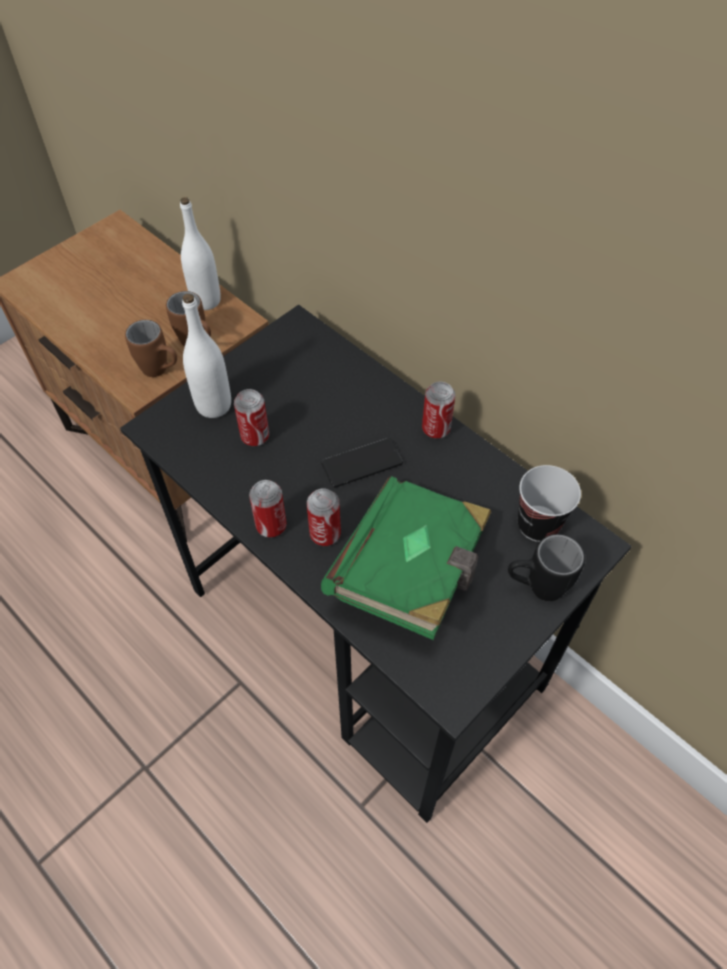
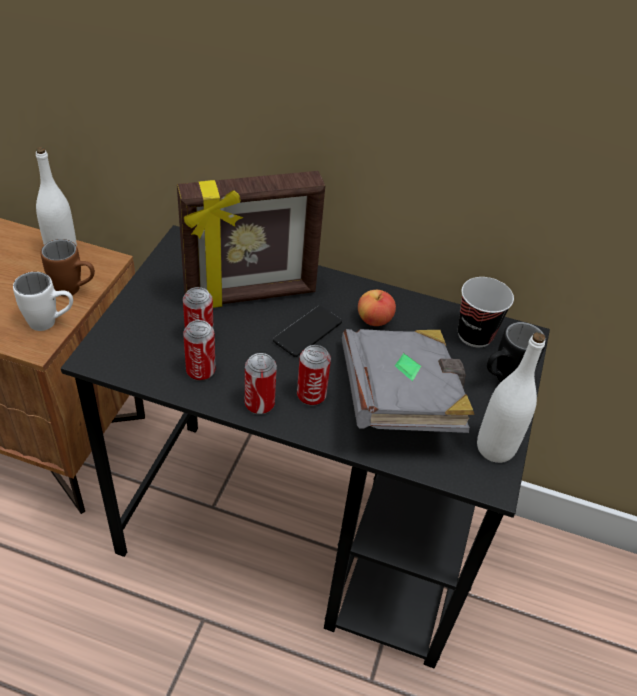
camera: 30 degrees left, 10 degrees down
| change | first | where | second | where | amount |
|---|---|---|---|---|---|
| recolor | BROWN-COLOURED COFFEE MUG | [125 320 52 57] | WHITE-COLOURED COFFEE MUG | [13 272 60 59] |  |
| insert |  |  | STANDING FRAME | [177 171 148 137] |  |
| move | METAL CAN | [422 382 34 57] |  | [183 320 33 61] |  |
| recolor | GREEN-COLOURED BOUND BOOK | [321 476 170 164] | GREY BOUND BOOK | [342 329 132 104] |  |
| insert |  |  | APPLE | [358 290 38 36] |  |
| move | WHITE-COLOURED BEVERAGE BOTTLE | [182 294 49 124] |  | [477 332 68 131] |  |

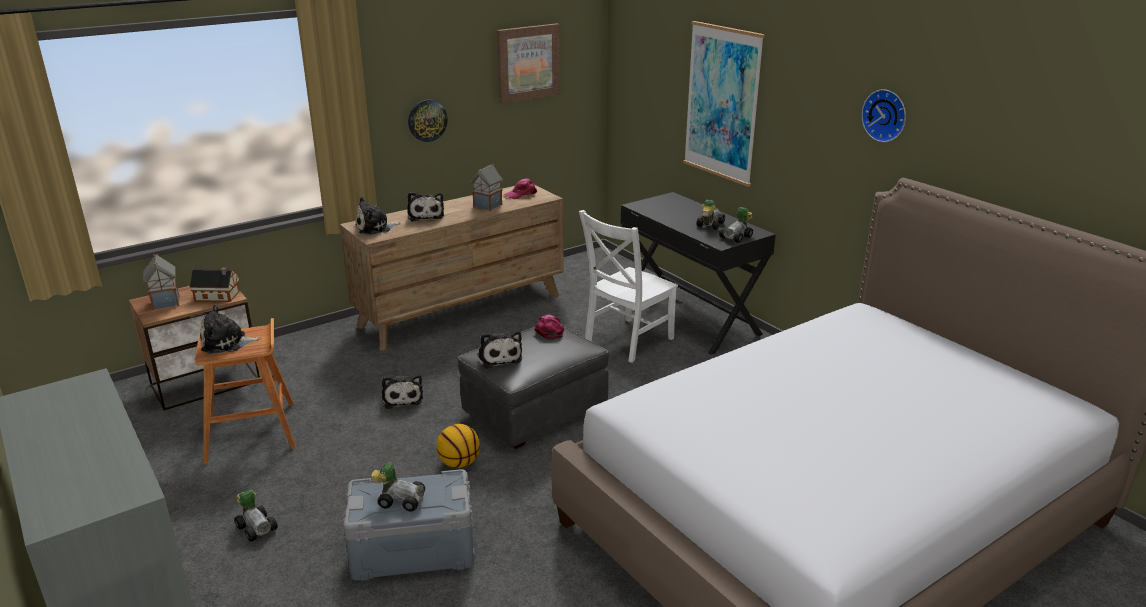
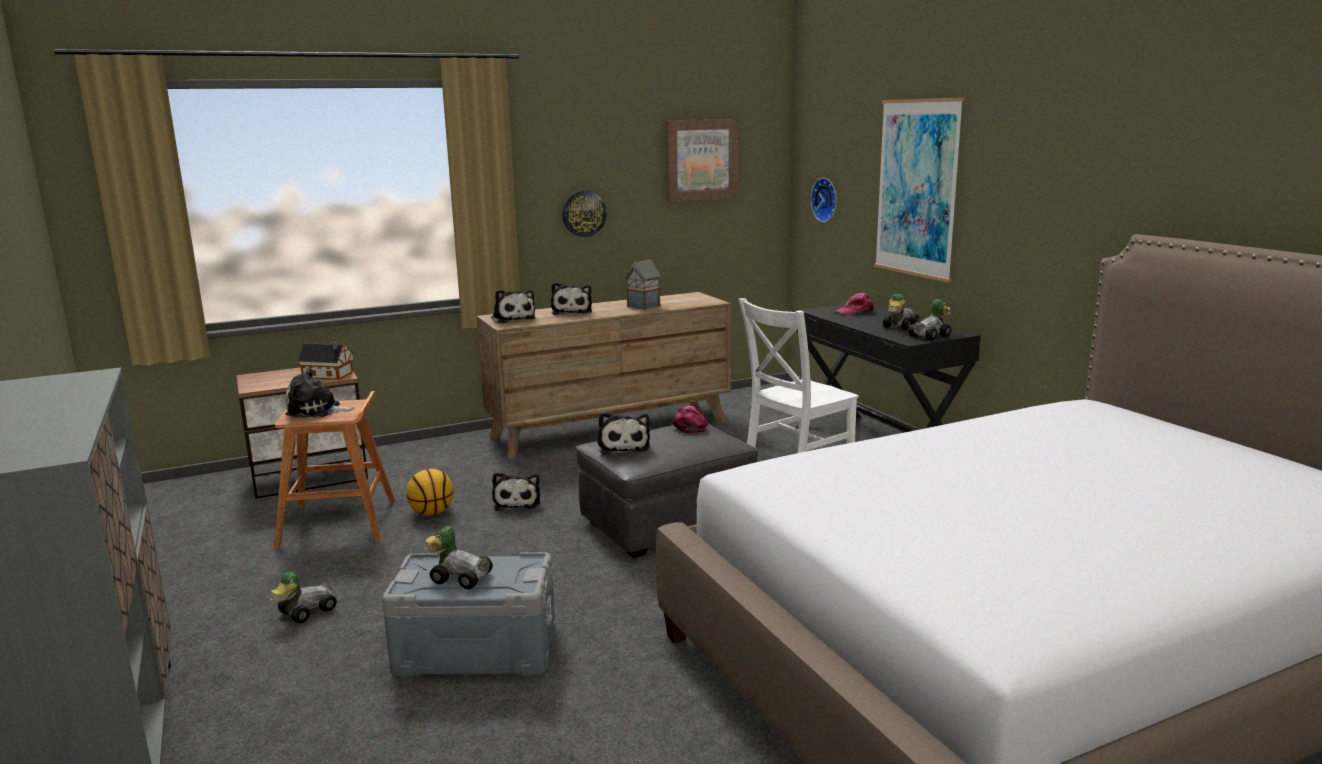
camera: 10 degrees right, 10 degrees down
| change | first | where | second | where | amount |
|---|---|---|---|---|---|
| rotate | MINIATURE CAR | [234 489 44 53] |  | [270 572 67 51] | 105 degrees counterclockwise |
| move | BASKETBALL BALL | [437 424 43 44] |  | [406 469 47 47] |  |
| rotate | PLUSH TOY | [355 197 46 38] |  | [491 289 45 34] | 105 degrees counterclockwise |
| move | WALL CLOCK | [861 89 45 53] |  | [811 178 26 44] |  |
| move | PINK-COLOURED CAP | [504 178 33 21] |  | [836 292 38 23] |  |
| delete | MODEL HOUSE | [143 254 37 56] |  |  |  |

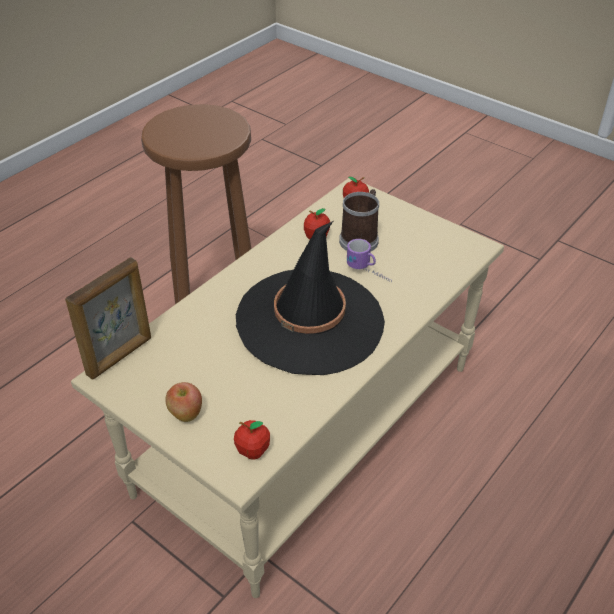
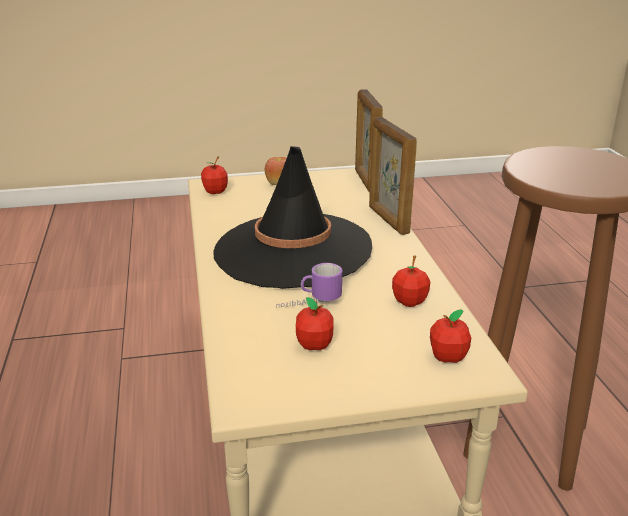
camera: 130 degrees right, 15 degrees down
| change | first | where | second | where | amount |
|---|---|---|---|---|---|
| insert |  |  | APPLE | [296 297 38 53] |  |
| insert |  |  | STANDING FRAME | [369 117 48 118] |  |
| delete | COFFEE MUG | [339 189 40 62] |  |  |  |

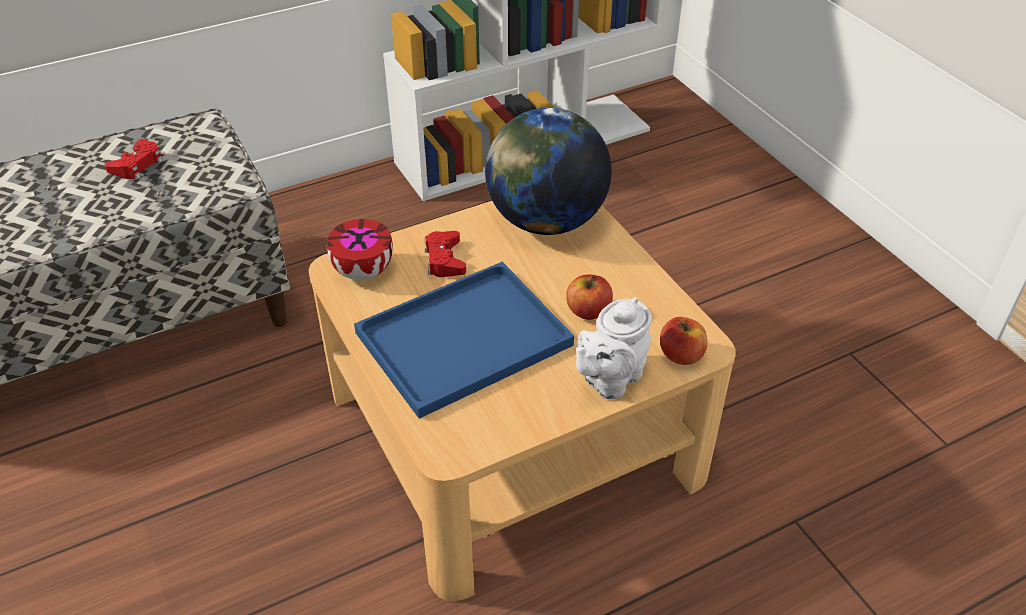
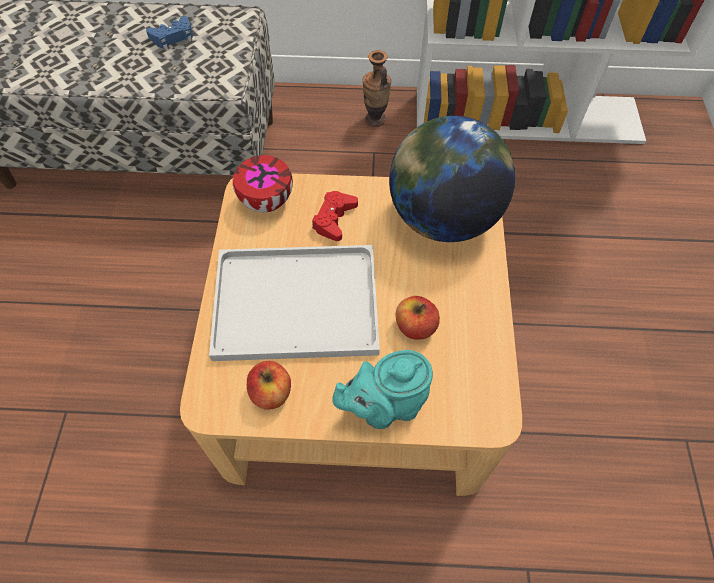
camera: 30 degrees right, 15 degrees up
| change | first | where | second | where | amount |
|---|---|---|---|---|---|
| recolor | REDDISH JOYPAD | [105 139 58 40] | BLUISH JOYPAD | [146 16 47 34] |  |
| recolor | BLUISH SERVING TRAY | [354 262 220 157] | WHITE-COLOURED SERVING TRAY | [209 245 171 116] |  |
| move | APPLE | [660 317 47 48] |  | [247 361 44 49] |  |
| recolor | WHITE-COLOURED TEA POT | [576 297 76 102] | TURQUOISE TEA POT | [332 350 101 79] |  |
| insert |  |  | VASE | [362 50 29 77] |  |

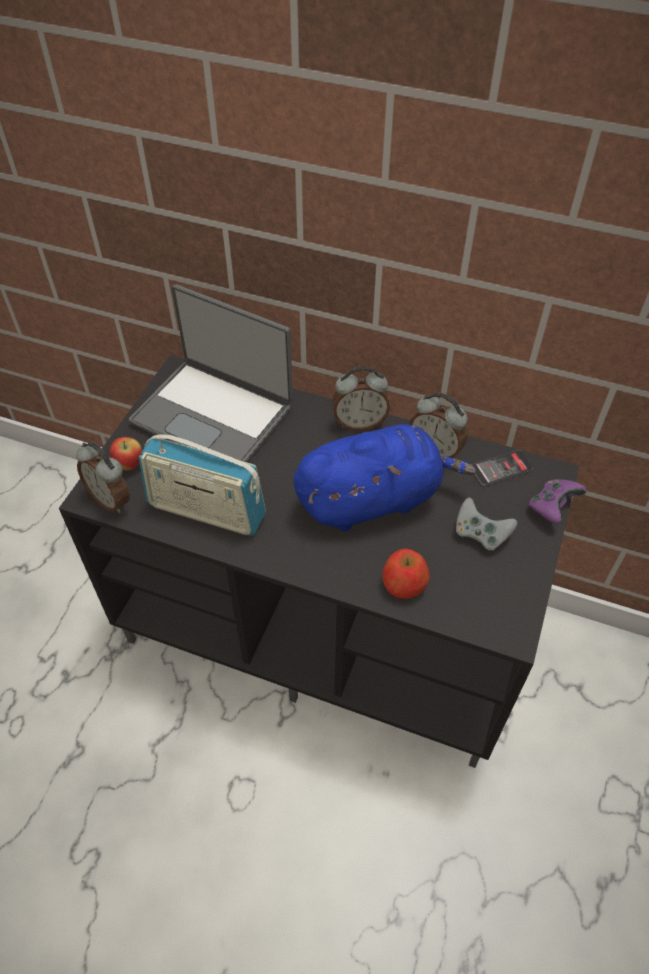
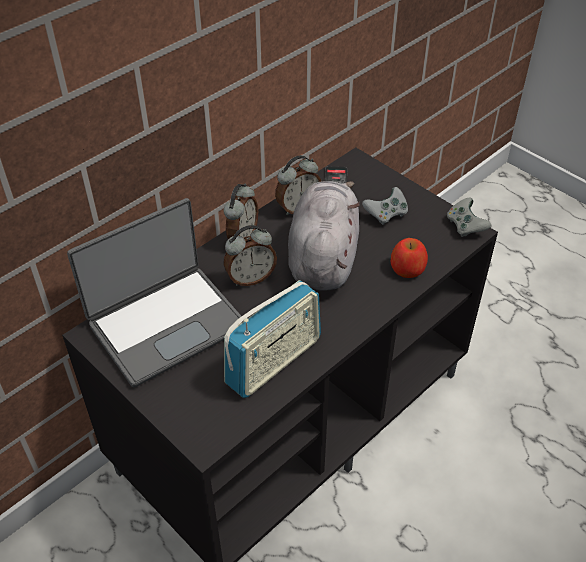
camera: 65 degrees left, 5 degrees down
| change | first | where | second | where | amount |
|---|---|---|---|---|---|
| move | BEDSIDE CLOCK | [76 442 54 71] |  | [223 225 54 61] |  |
| recolor | BLUISH PLUSH TOY | [293 424 183 107] | GREY PLUSH TOY | [288 181 72 110] |  |
| insert |  |  | GREY JOYPAD | [447 198 44 39] |  |
| delete | APPLE | [110 437 32 33] |  |  |  |
| delete | PURPLISH JOYPAD | [529 479 58 45] |  |  |  |

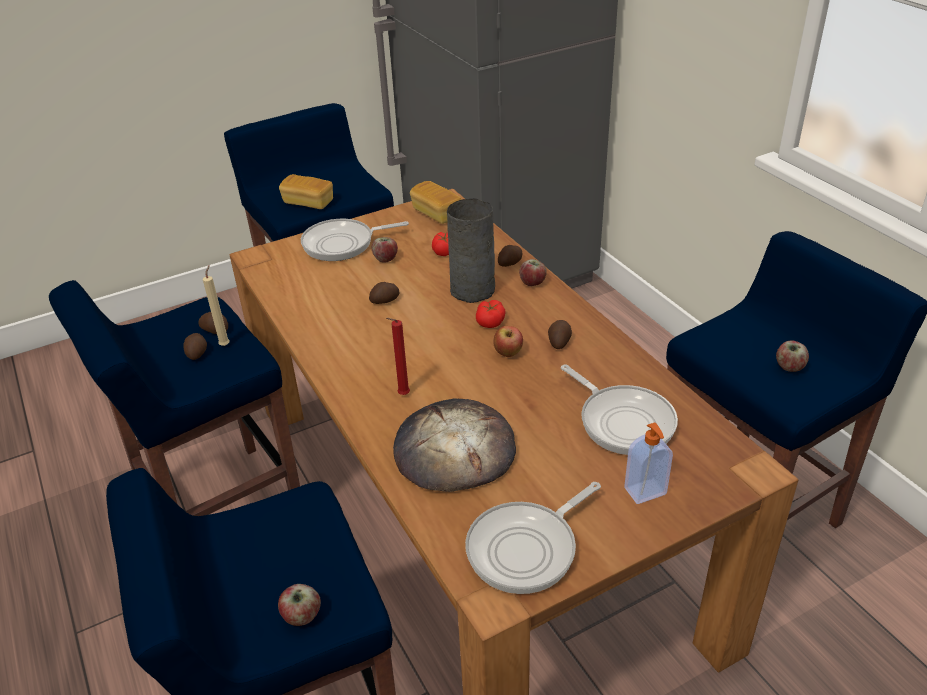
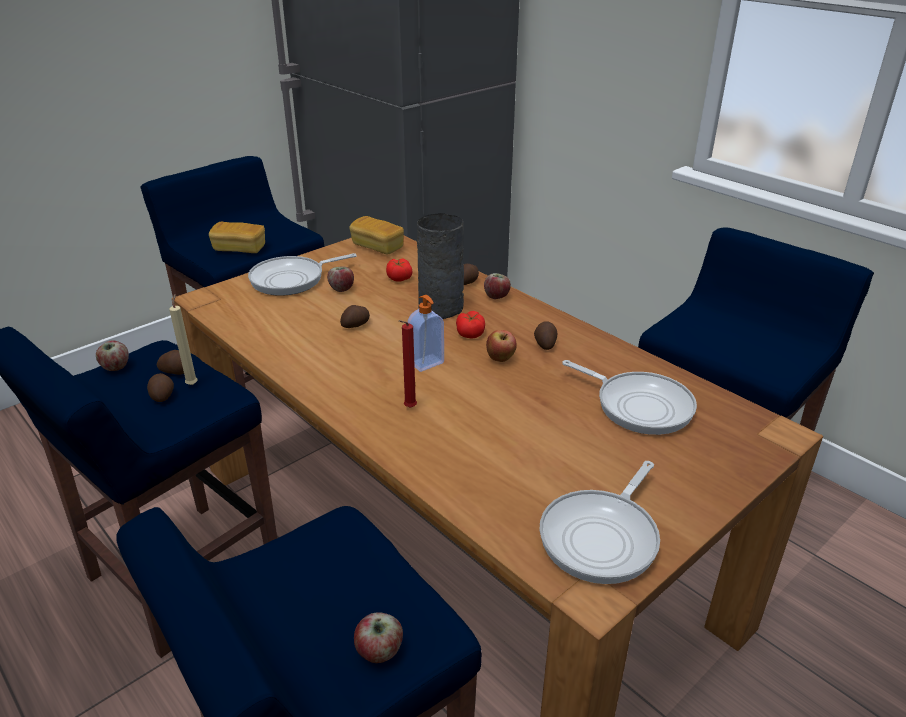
camera: 15 degrees left, 5 degrees down
| change | first | where | second | where | amount |
|---|---|---|---|---|---|
| move | APPLE | [776 340 33 32] |  | [96 340 33 31] |  |
| move | SOAP BOTTLE | [624 422 49 82] |  | [408 295 36 77] |  |
| delete | BAKERY BREAD | [393 398 123 94] |  |  |  |

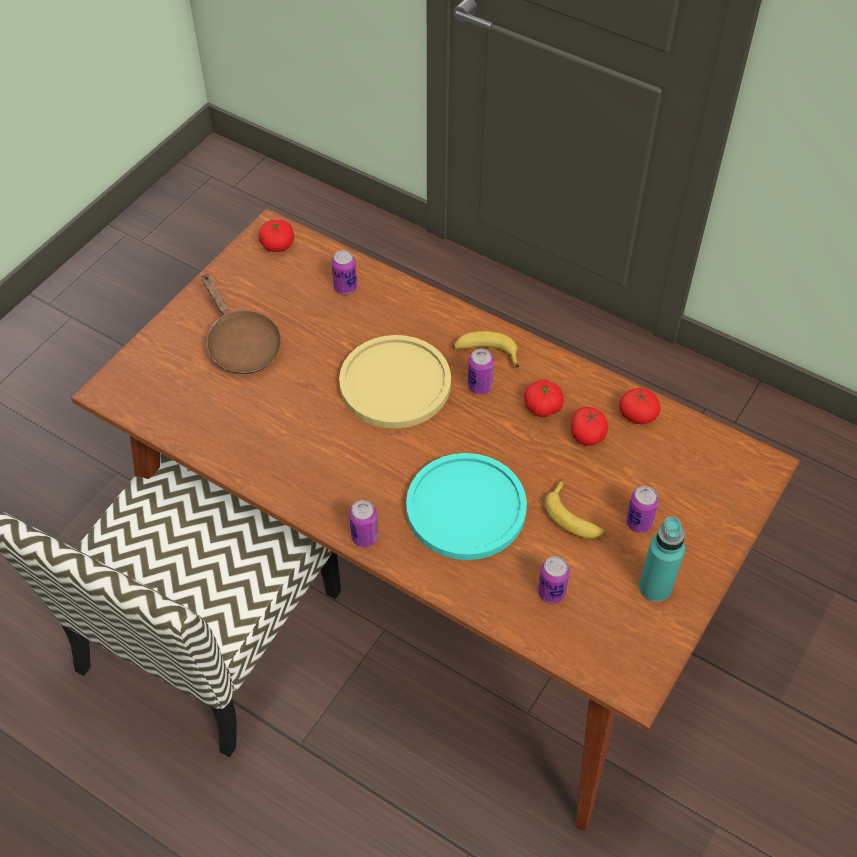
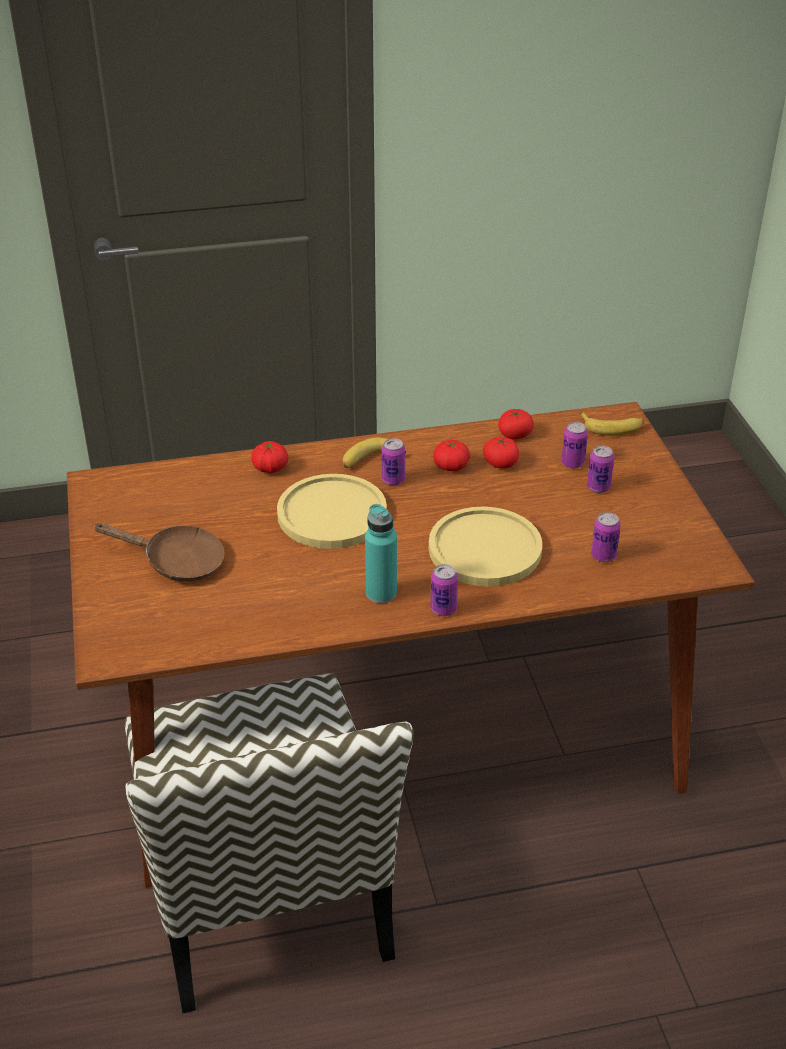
camera: 45 degrees left, 15 degrees down
| change | first | where | second | where | amount |
|---|---|---|---|---|---|
| move | TOMATO | [259 220 36 32] |  | [251 441 37 32] |  |
| move | TURQUOISE BEVERAGE BOTTLE | [639 517 46 85] |  | [365 504 32 100] |  |
| recolor | TURQUOISE PLATE | [406 453 121 107] | YELLOW PLATE | [429 507 113 79] |  |
| move | METAL CAN | [332 250 25 45] |  | [561 422 27 47] |  |
| move | WHOLE BANANA | [545 479 60 60] |  | [579 412 65 24] |  |

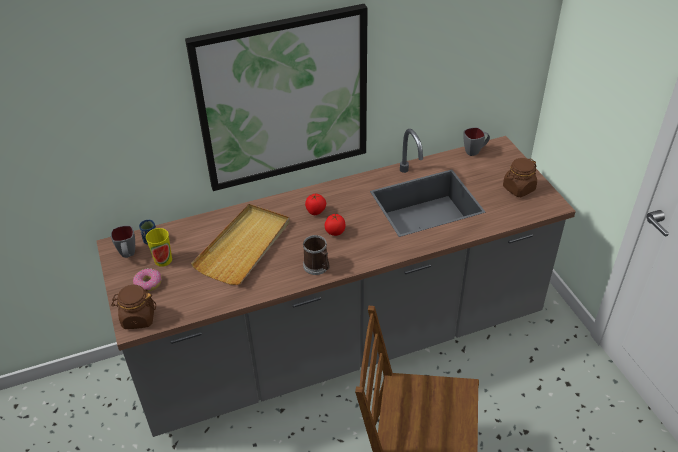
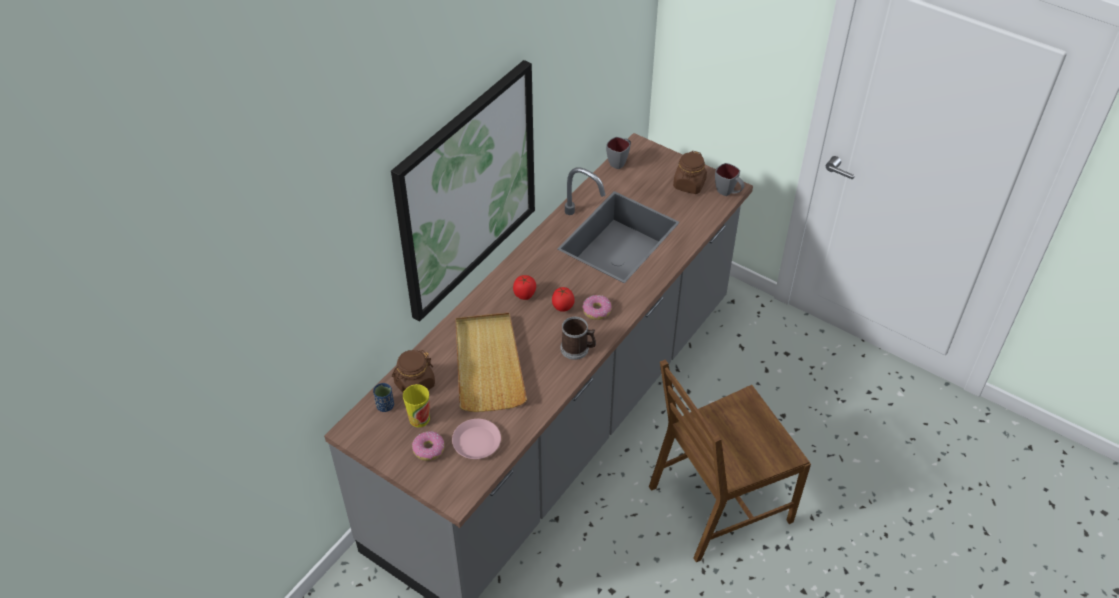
camera: 35 degrees left, 5 degrees up
| change | first | where | second | where | amount |
|---|---|---|---|---|---|
| move | BROWN-COLOURED JAR | [111 285 45 44] |  | [392 350 43 43] |  |
| insert |  |  | PINK-COLOURED PLATE | [452 419 49 40] |  |
| insert |  |  | DONUT | [582 295 30 25] |  |
| move | GREY COFFEE MUG | [111 225 24 33] |  | [715 163 30 33] |  |

